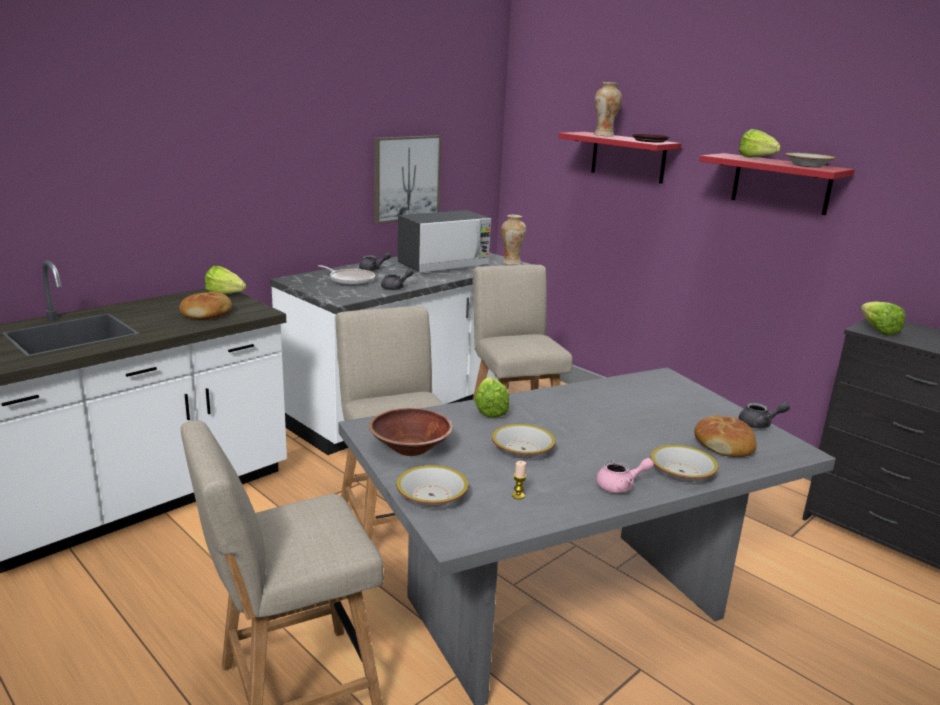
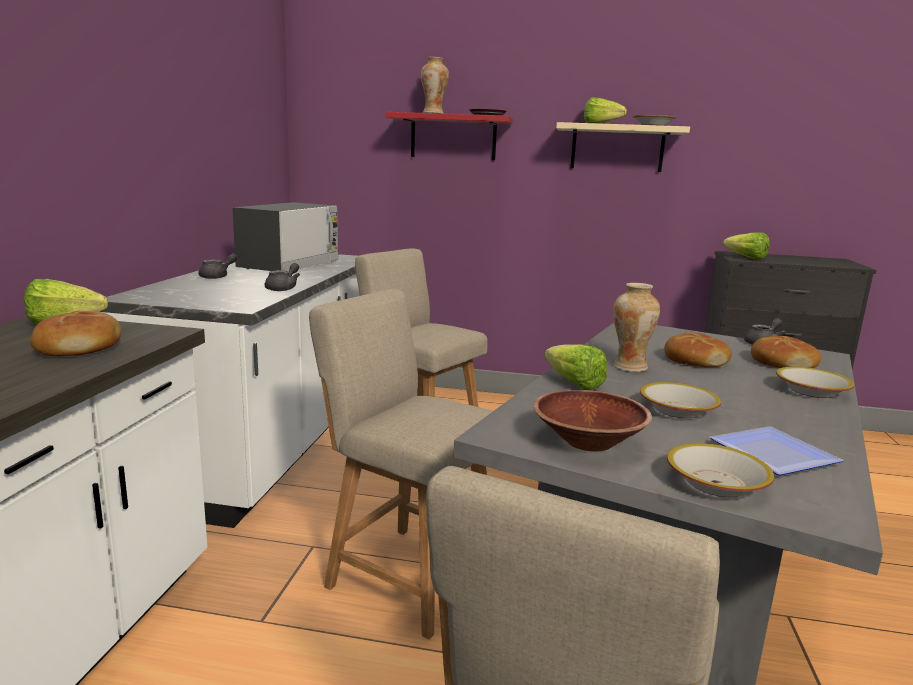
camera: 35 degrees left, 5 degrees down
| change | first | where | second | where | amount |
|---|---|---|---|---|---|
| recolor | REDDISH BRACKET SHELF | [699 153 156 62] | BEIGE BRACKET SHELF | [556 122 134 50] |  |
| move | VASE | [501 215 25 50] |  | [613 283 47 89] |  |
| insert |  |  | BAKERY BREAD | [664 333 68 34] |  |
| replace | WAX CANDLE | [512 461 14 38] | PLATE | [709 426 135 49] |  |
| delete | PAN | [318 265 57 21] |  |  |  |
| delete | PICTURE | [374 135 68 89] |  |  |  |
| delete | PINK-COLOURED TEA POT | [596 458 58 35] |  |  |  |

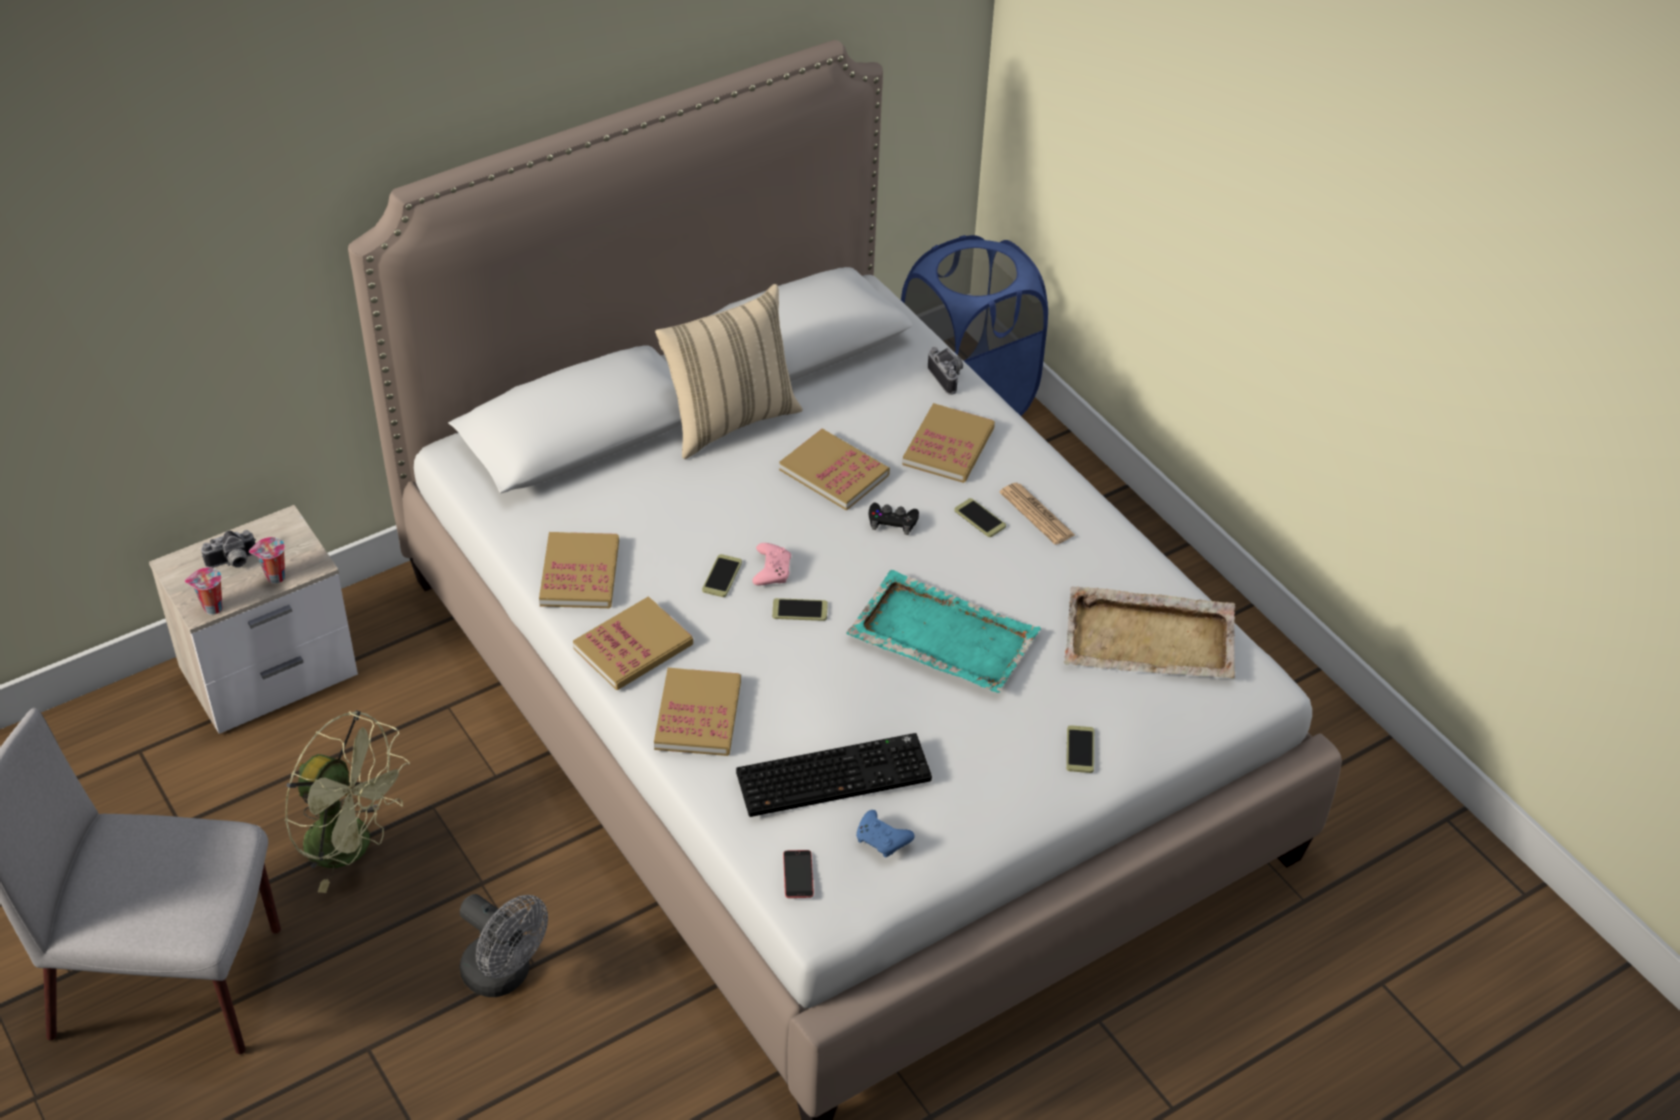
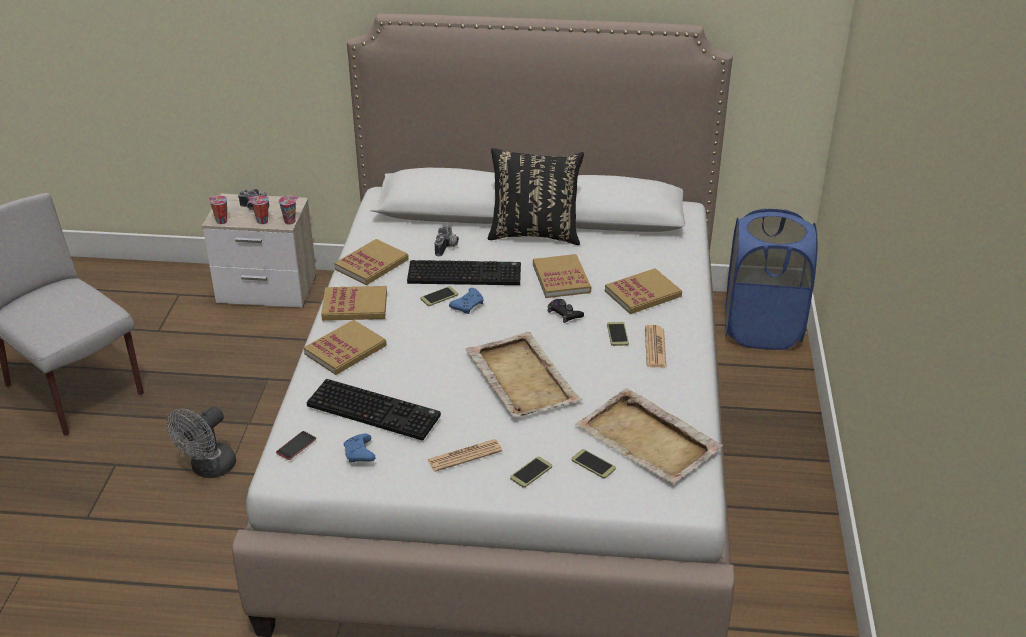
camera: 40 degrees right, 10 degrees down
| change | first | where | second | where | amount |
|---|---|---|---|---|---|
| rotate | GREY COOLING FAN | [459 894 89 103] |  | [167 406 69 72] | 45 degrees clockwise |
| insert |  |  | SMALL CUP | [278 196 21 29] |  |
| insert |  |  | COMPUTER KEYBOARD | [407 260 114 25] |  |
| insert |  |  | NEWSPAPER | [427 439 75 33] |  |
| move | STILL CAMERA | [928 347 35 48] |  | [435 225 24 31] |  |
| recolor | PINK-COLOURED JOYPAD | [752 543 39 42] | BLUISH JOYPAD | [449 288 35 26] |  |
| recolor | TURQUOISE SERVING TRAY | [846 570 195 123] | BEIGE SERVING TRAY | [466 332 116 85] |  |
| recolor | BEIGE THROW PILLOW | [655 284 148 175] | BLACKISH THROW PILLOW | [488 148 96 97] |  |
| move | HANDSET | [772 598 56 23] |  | [571 449 45 30] |  |
| delete | GREEN-COLOURED COOLING FAN | [285 710 125 183] |  |  |  |

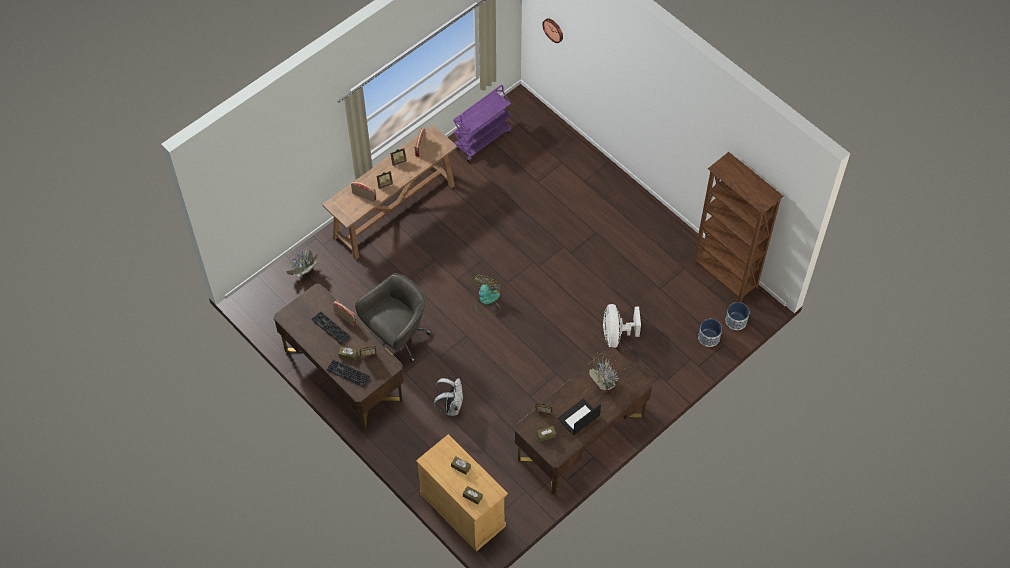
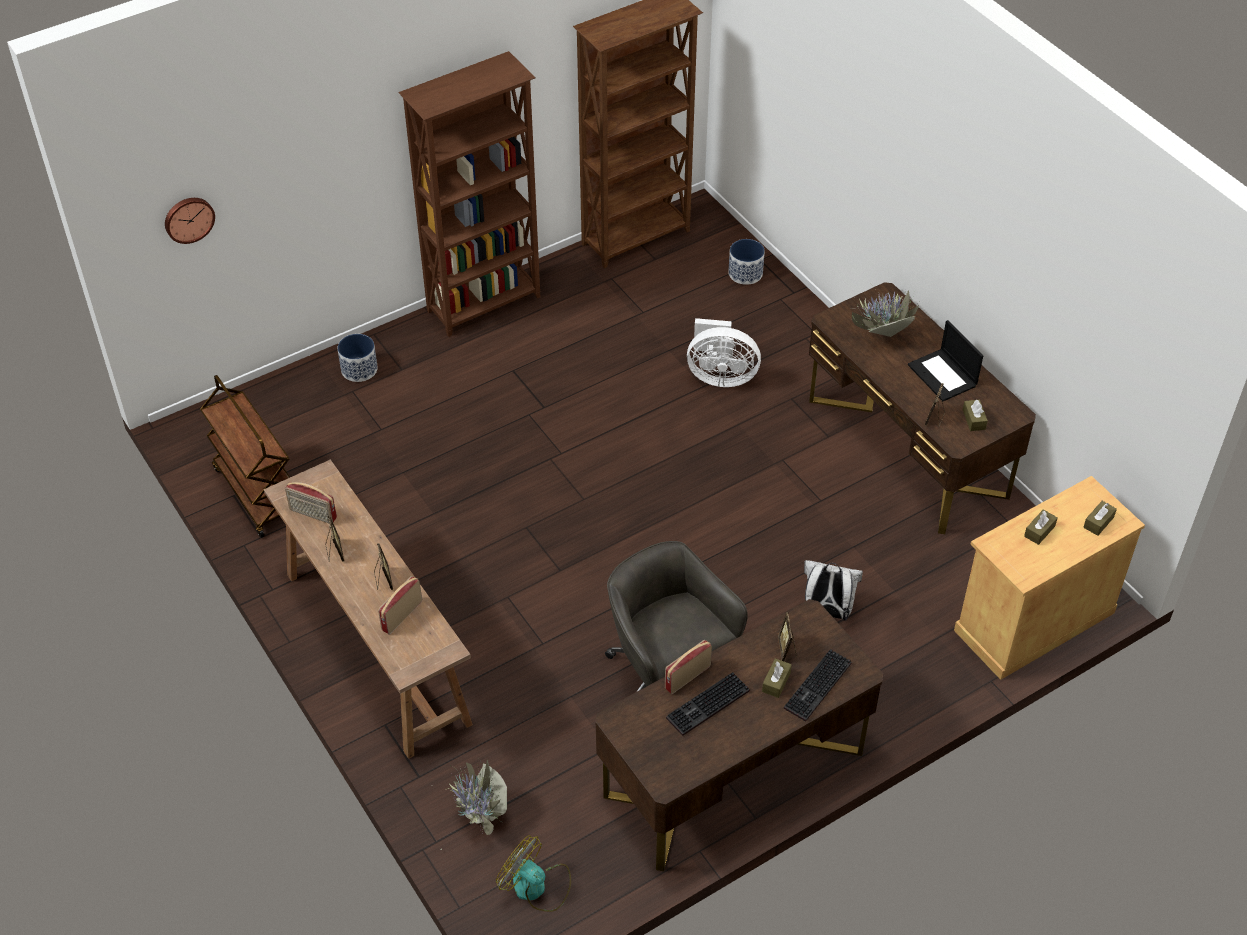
camera: 80 degrees left, 10 degrees down
| change | first | where | second | where | amount |
|---|---|---|---|---|---|
| recolor | PURPLISH WHEELED CART | [453 85 58 77] | BROWN-COLOURED WHEELED CART | [200 375 90 163] |  |
| move | PLANTER | [725 302 24 28] |  | [338 334 40 48] |  |
| insert |  |  | BROWN-COLOURED BOOKCASE | [399 51 141 286] |  |
| move | COOLING FAN | [474 275 27 40] |  | [496 835 75 77] |  |

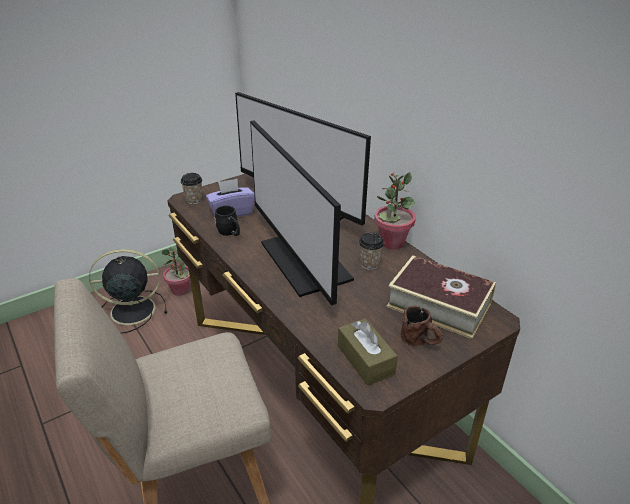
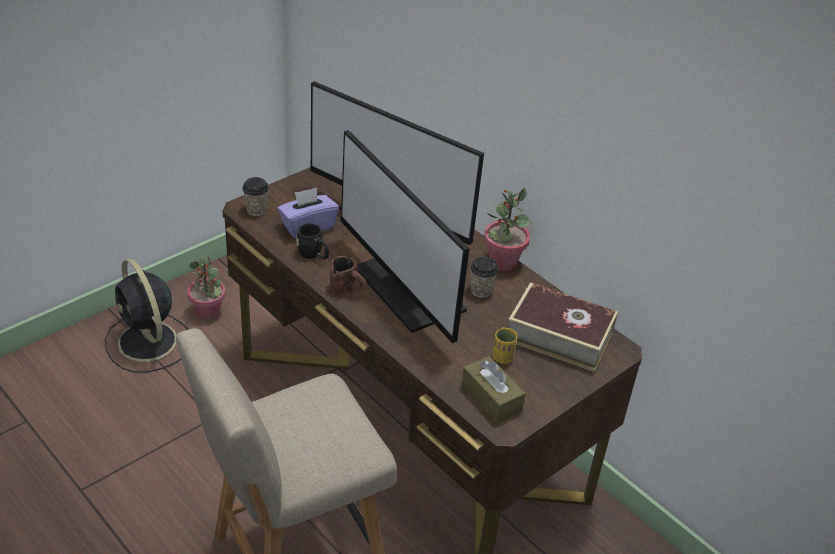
camera: 10 degrees left, 5 degrees up
| change | first | where | second | where | amount |
|---|---|---|---|---|---|
| rotate | BLACKISH COOLING FAN | [89 249 78 85] |  | [105 258 83 115] | 105 degrees counterclockwise |
| move | BROWN-COLOURED COFFEE MUG | [401 305 42 41] |  | [329 256 37 38] |  |
| insert |  |  | YELLOW SMALL CUP | [492 327 25 37] |  |

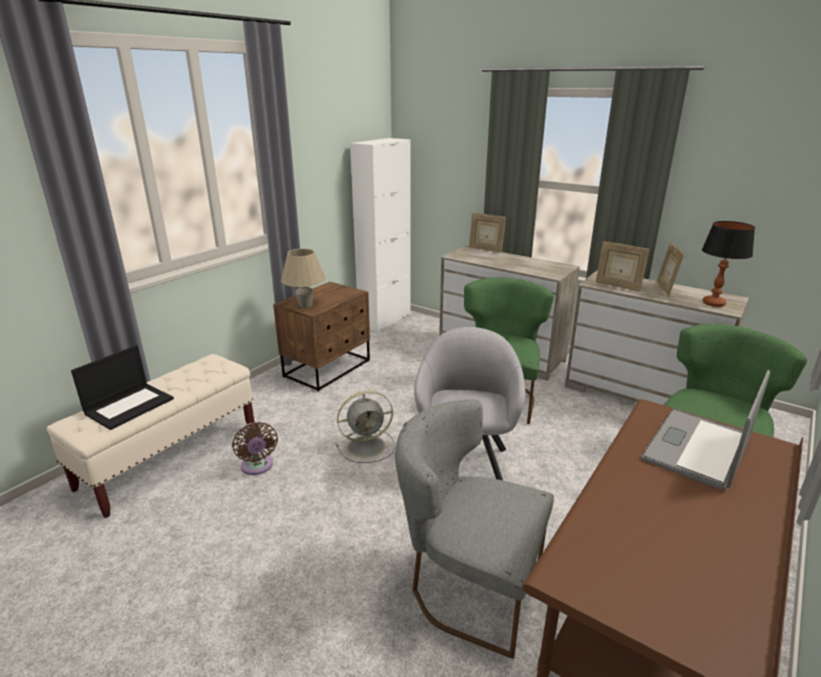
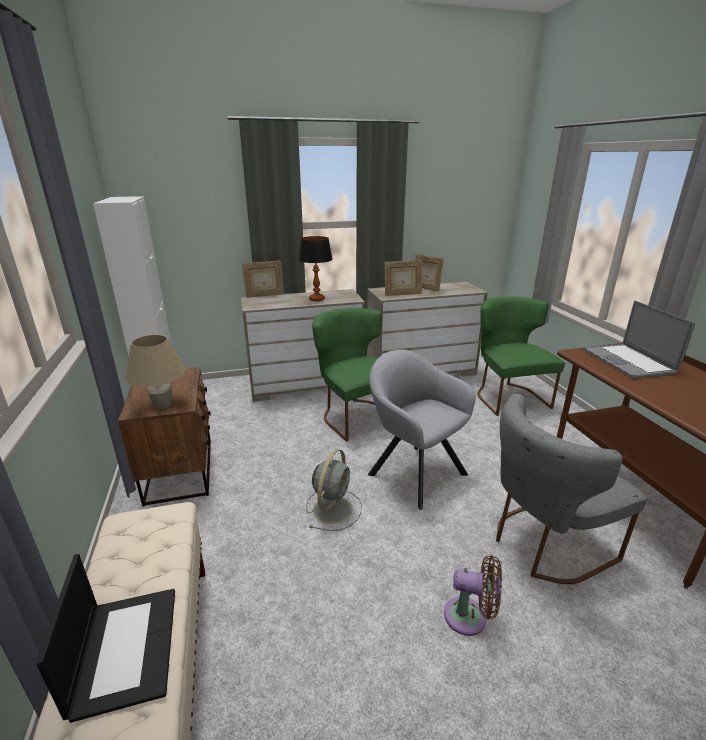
camera: 50 degrees left, 0 degrees up
| change | first | where | second | where | amount |
|---|---|---|---|---|---|
| move | TABLE LAMP | [702 221 53 86] |  | [299 236 34 65] |  |
| move | BROWN-COLOURED COOLING FAN | [232 422 46 53] |  | [444 555 58 81] |  |

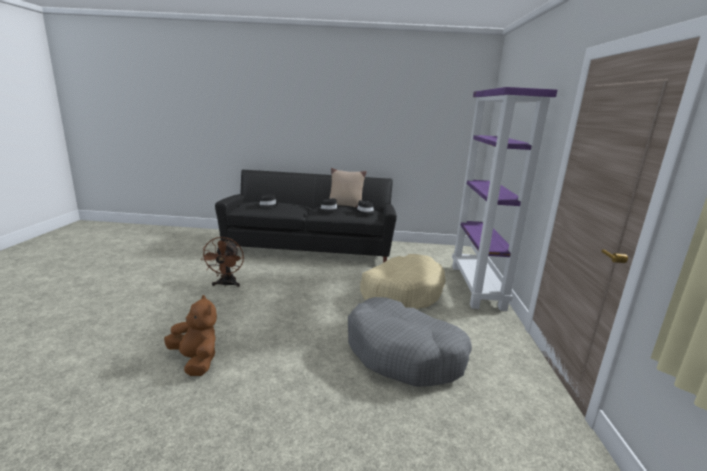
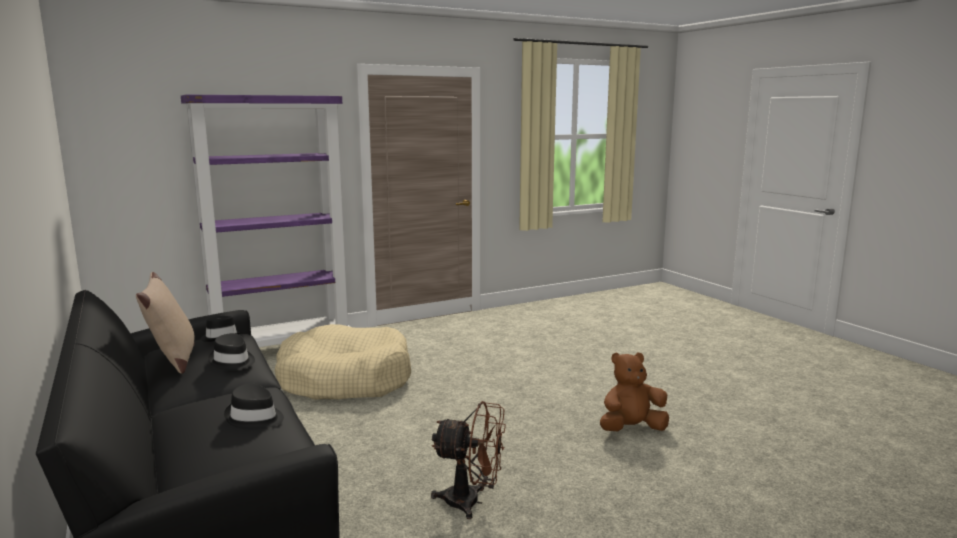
camera: 120 degrees left, 5 degrees down
| change | first | where | second | where | amount |
|---|---|---|---|---|---|
| rotate | BROWN-COLOURED COOLING FAN | [201 237 43 50] |  | [431 401 75 118] | 45 degrees clockwise |
| rotate | BROWN-COLOURED PLUSH TOY | [164 295 53 81] |  | [600 352 69 79] | 60 degrees clockwise |
| delete | GREY DOG BED | [348 297 124 90] |  |  |  |

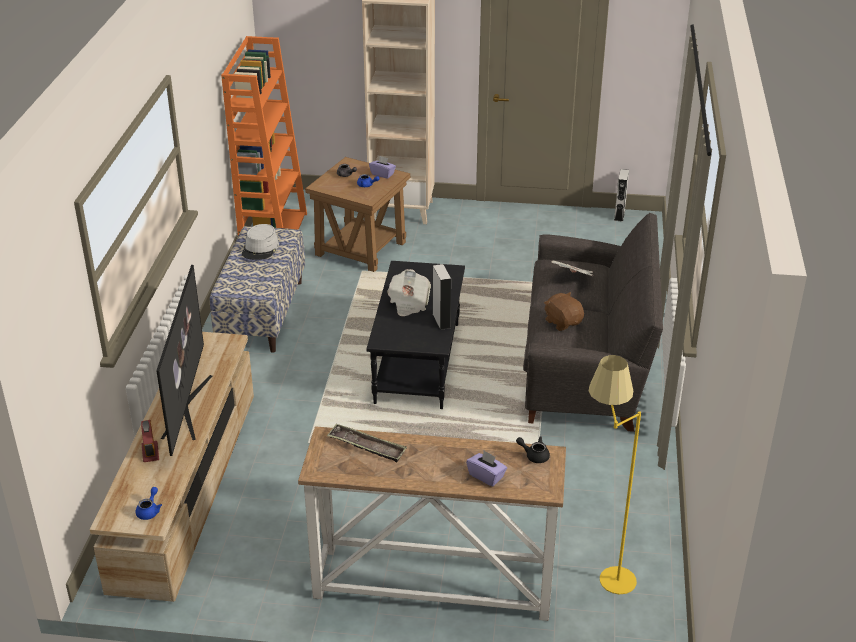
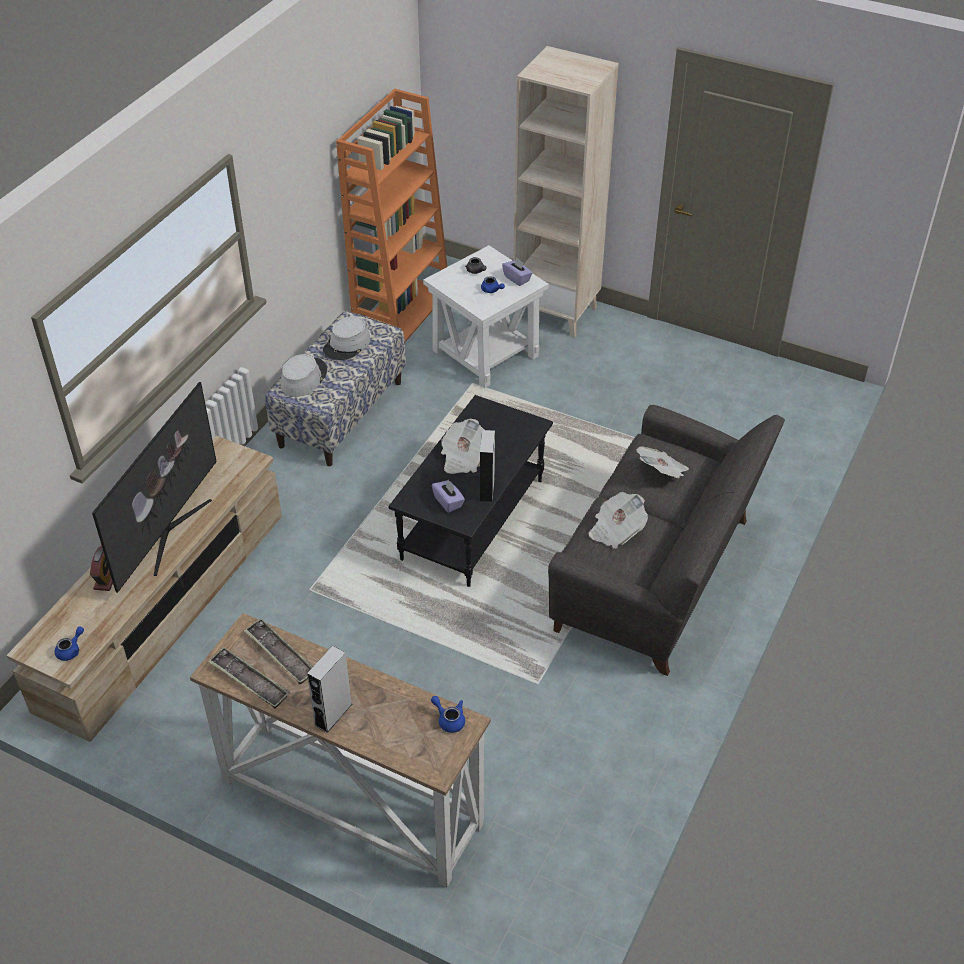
camera: 20 degrees right, 10 degrees up
| change | first | where | second | where | amount |
|---|---|---|---|---|---|
| insert |  |  | SERVING TRAY | [208 647 82 62] |  |
| insert |  |  | GREY CLOTHING HAT | [281 354 46 43] |  |
| move | GREY LOUDSPEAKER | [614 169 15 53] |  | [307 646 45 87] |  |
| recolor | BROWN-COLOURED SIDE TABLE | [305 157 105 115] | WHITE-COLOURED SIDE TABLE | [423 245 126 143] |  |
| recolor | BLACKISH TEA POT | [516 436 34 27] | BLUISH TEA POT | [431 696 34 37] |  |
| move | PURPLISH TISSUE BOX | [466 450 41 36] |  | [432 480 33 33] |  |
| replace | BROWN-COLOURED PLUSH TOY | [544 292 40 39] | NEWSPAPER | [589 492 59 57] |  |
| delete | YELLOW FLOOR LAMP | [589 355 52 239] |  |  |  |

